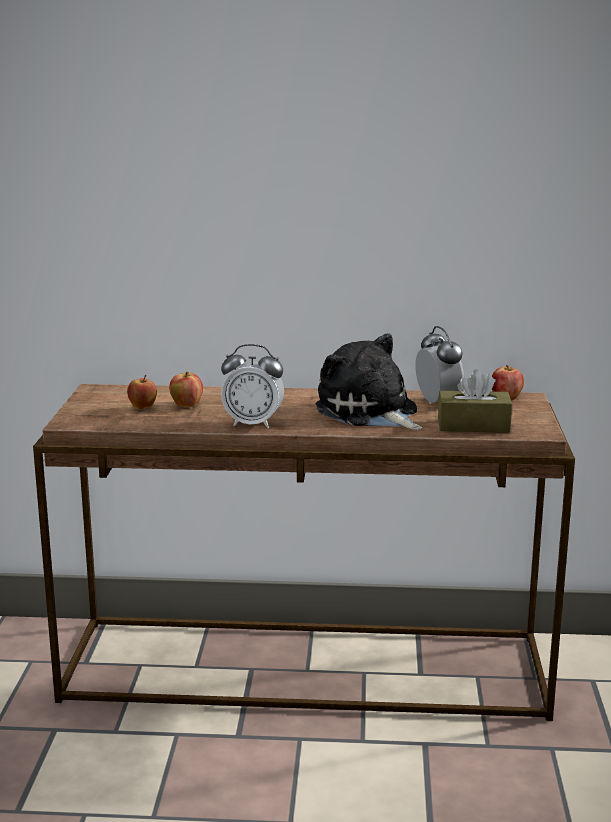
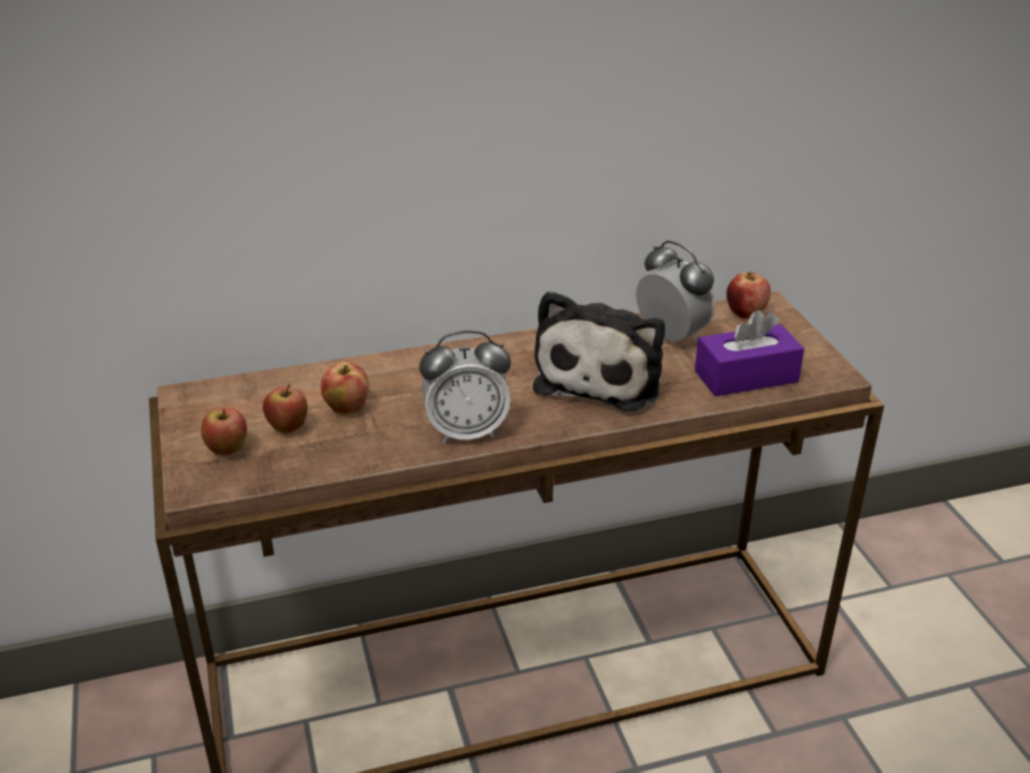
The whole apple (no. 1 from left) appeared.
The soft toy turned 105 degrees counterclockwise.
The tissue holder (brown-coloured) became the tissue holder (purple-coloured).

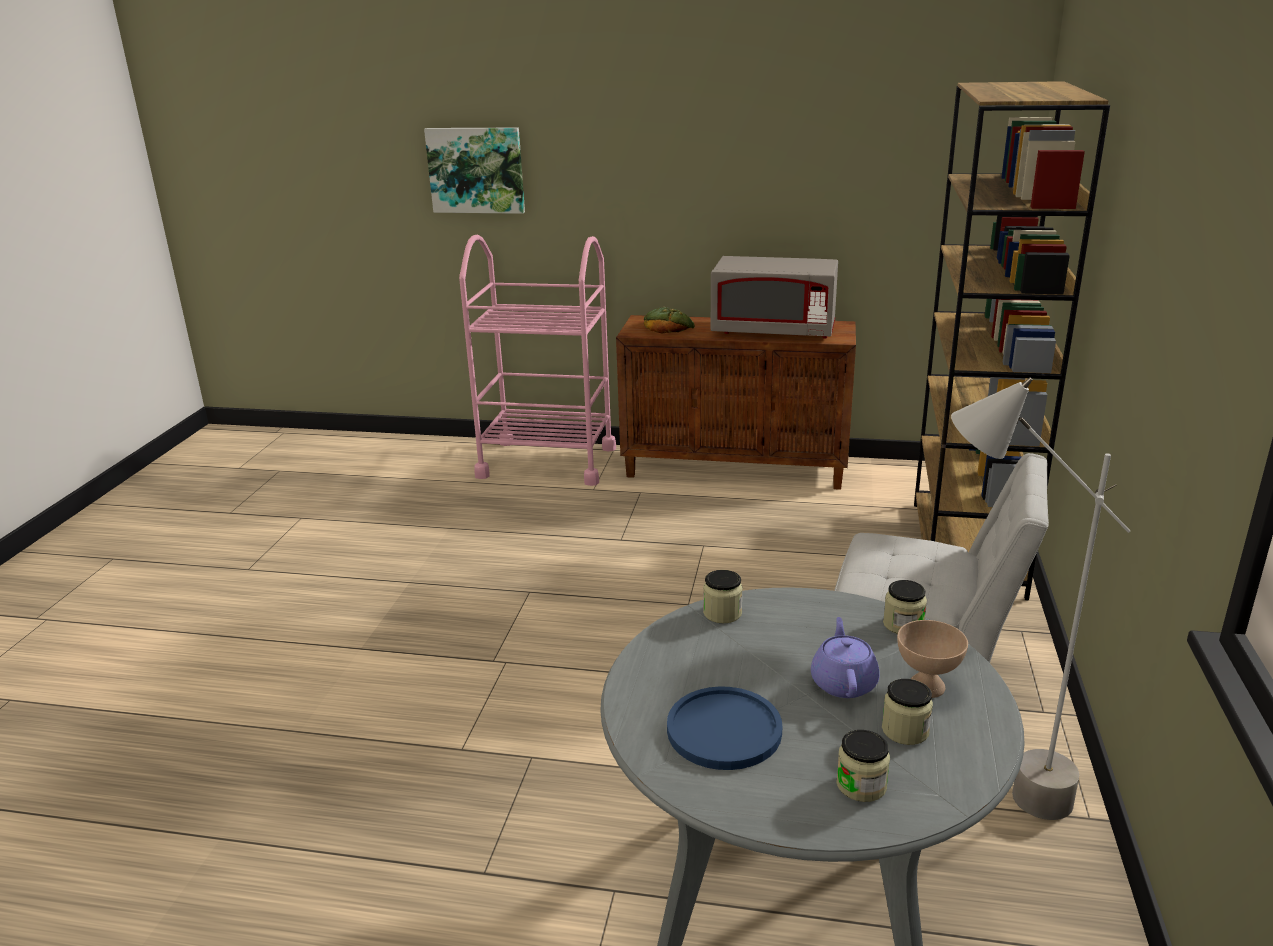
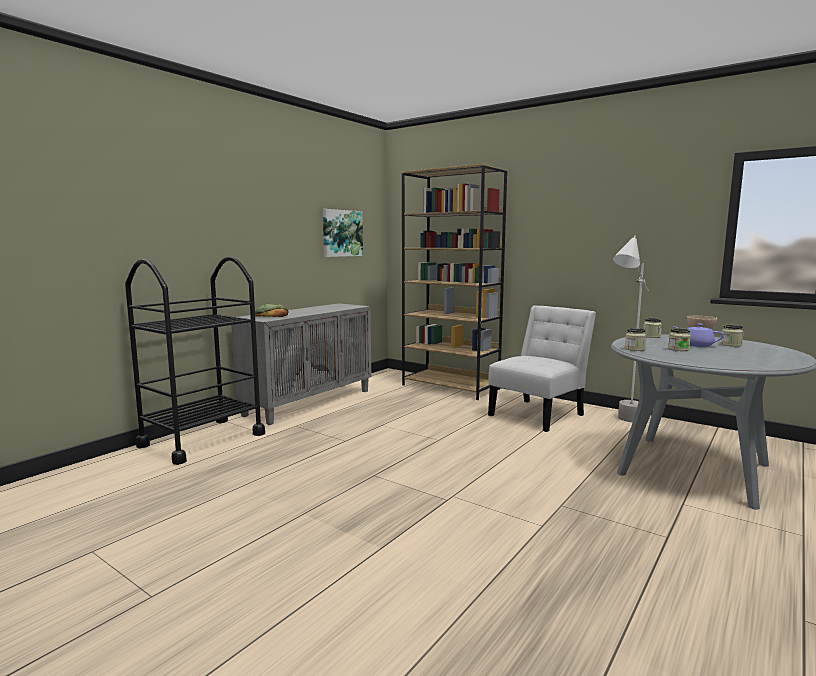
The wheeled cart (pinkish) became the wheeled cart (black-coloured).
The storage cabinet (brown-coloured) became the storage cabinet (greyish).
The picture moved.
The jar (no. 2 from left in the first image) moved.
The plate (blue-coloured) disappeared.
The microwave oven (greyish) disappeared.

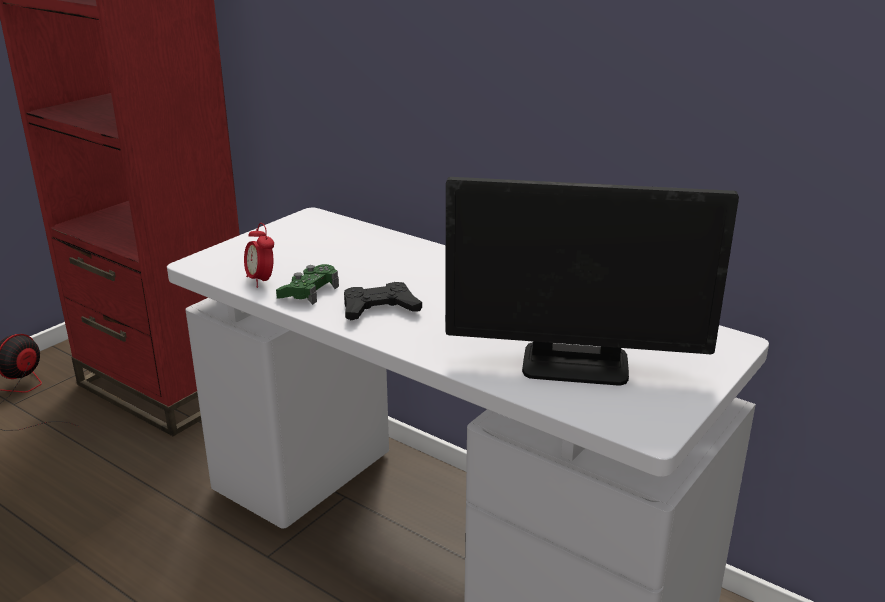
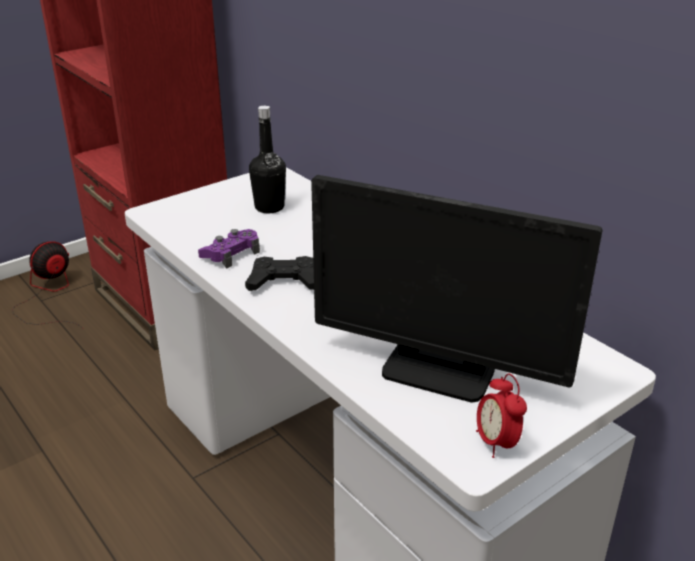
The joypad (green-coloured) became the joypad (purple-coloured).
The bottle (black-coloured) appeared.
The bedside clock moved.

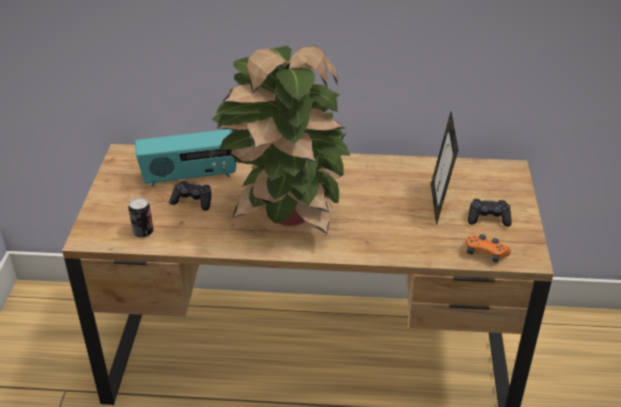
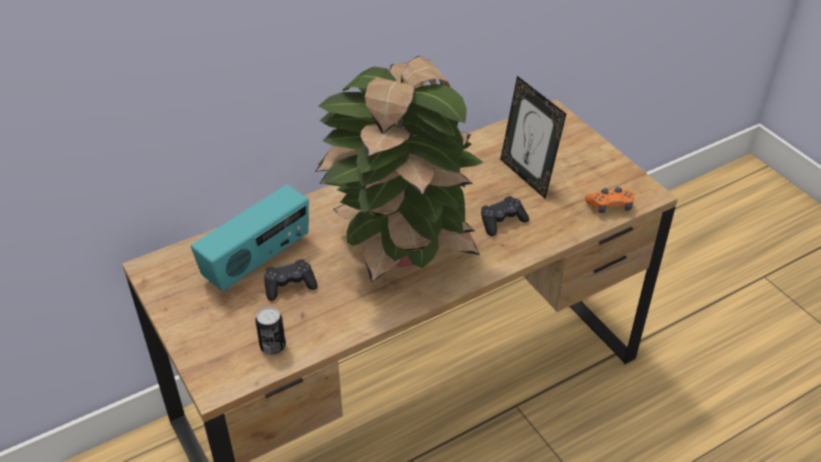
The joypad (black-coloured) (no. 2 from left) moved.

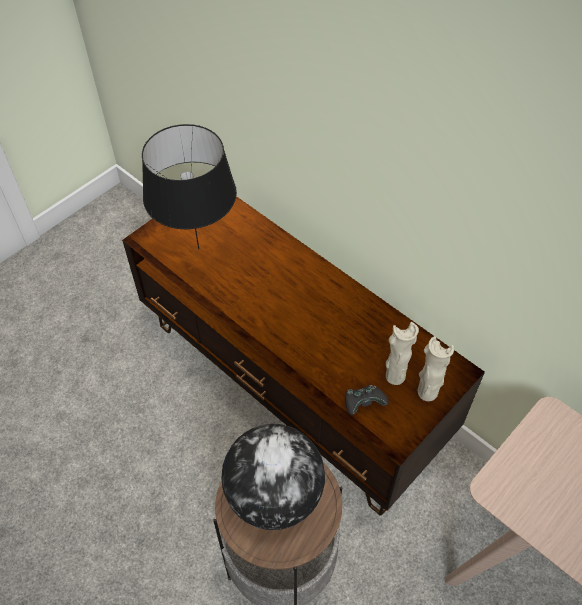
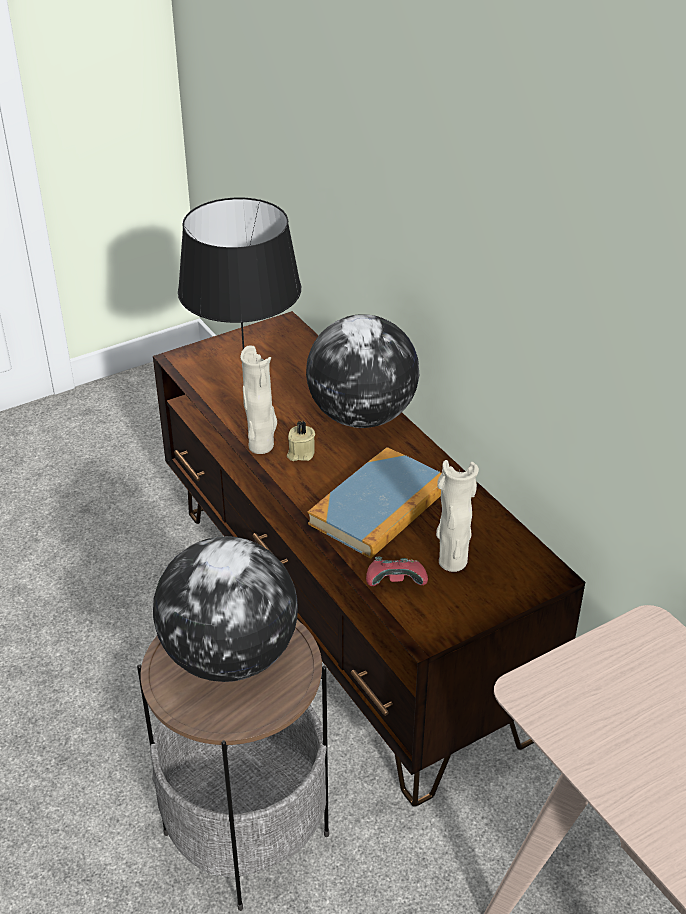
The flower vase (beige) (no. 2 from left in the first image) moved.
The wax light (beige) appeared.
The desk globe (no. 2 from left) appeared.
The bound book appeared.
The joypad (black-coloured) became the joypad (red-coloured).

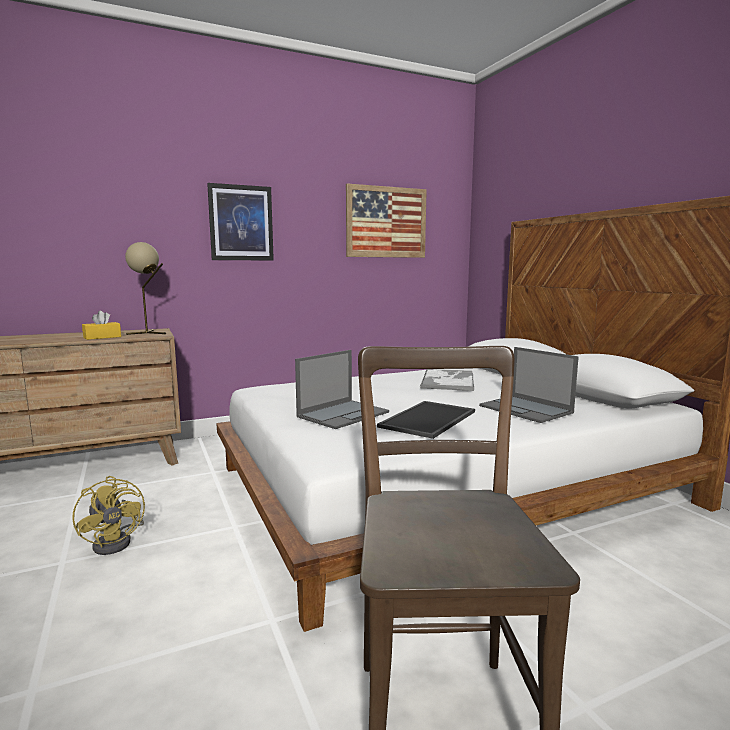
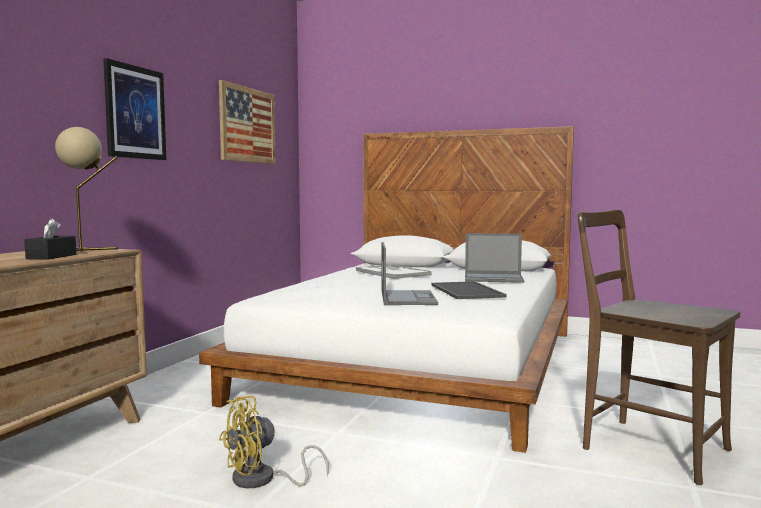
The tissue holder (yellow) became the tissue holder (black-coloured).
The fan (yellow) turned 135 degrees clockwise.

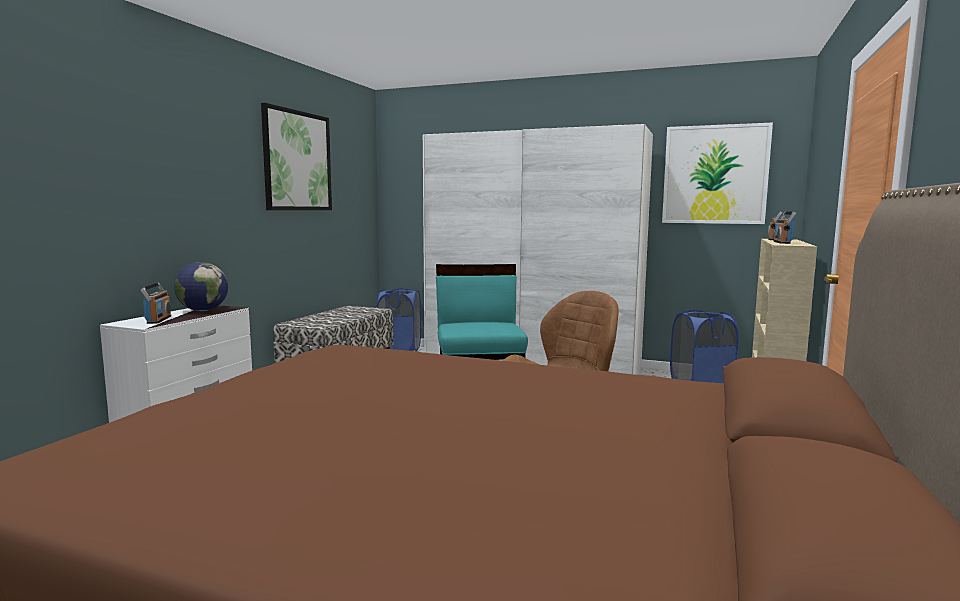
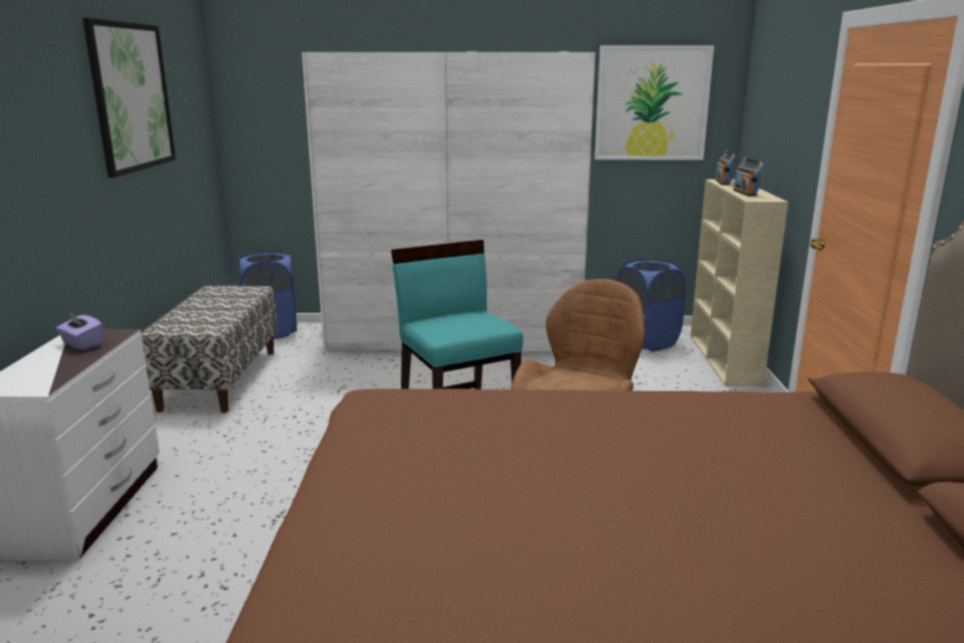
The desk globe was replaced by the tissue holder (purple-coloured).
The radio (no. 1 from left) disappeared.

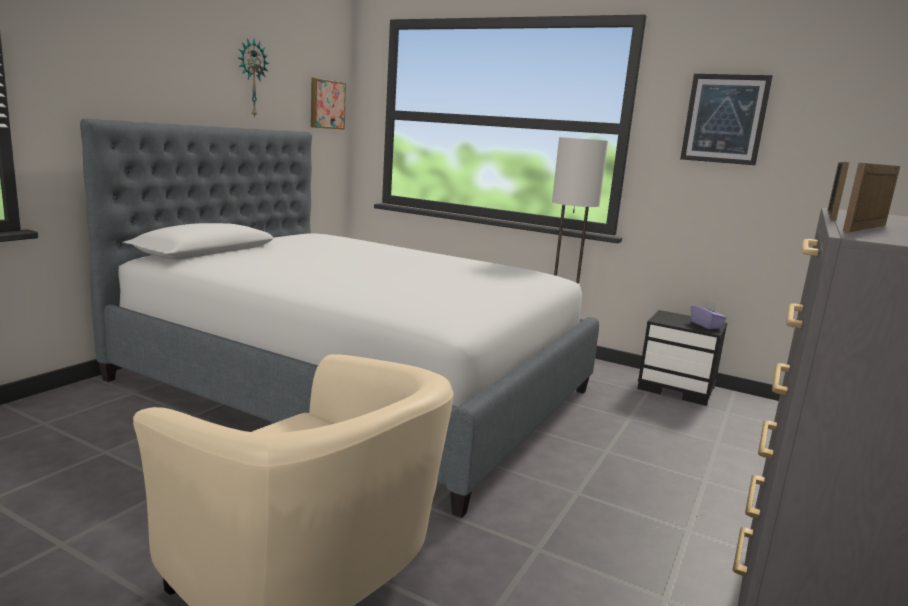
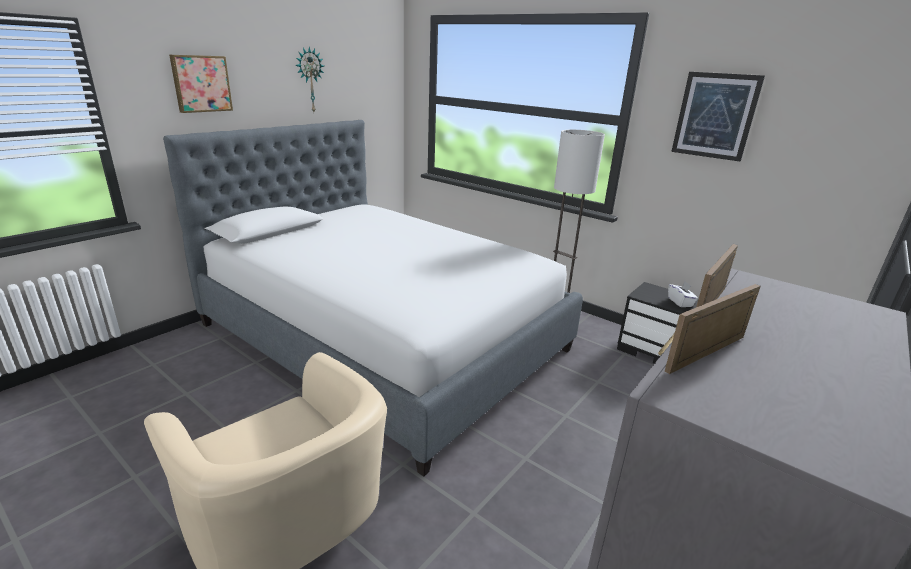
The picture (no. 1 from left) moved.
The tissue holder (purple-coloured) became the tissue holder (whitish).

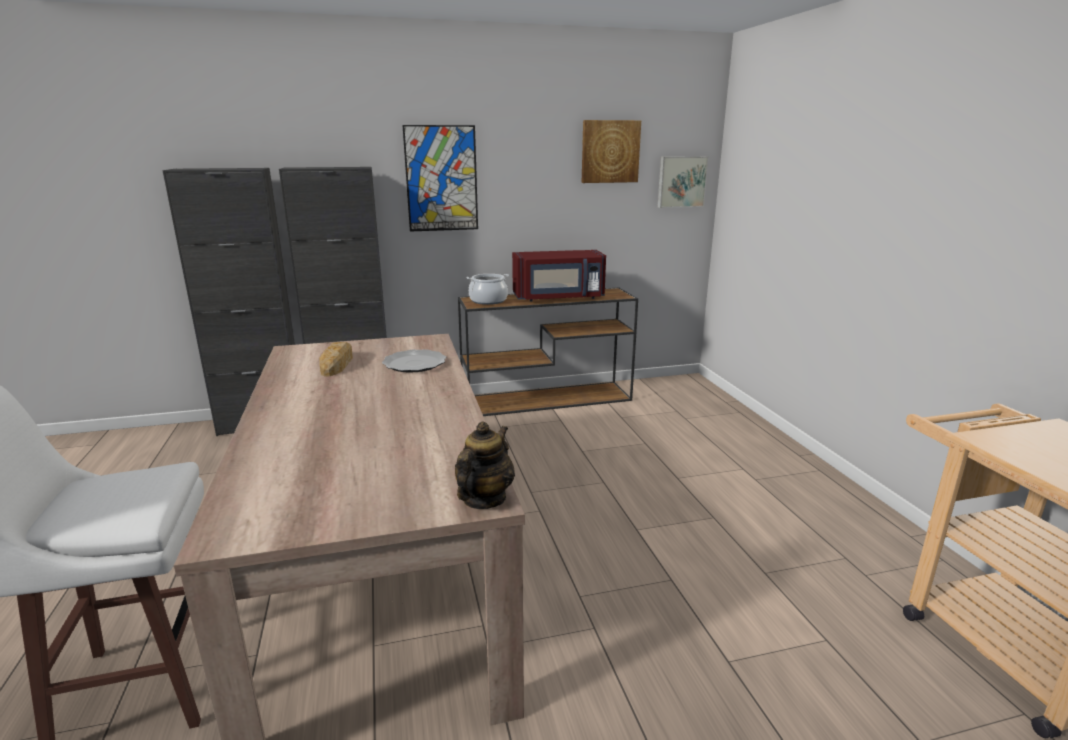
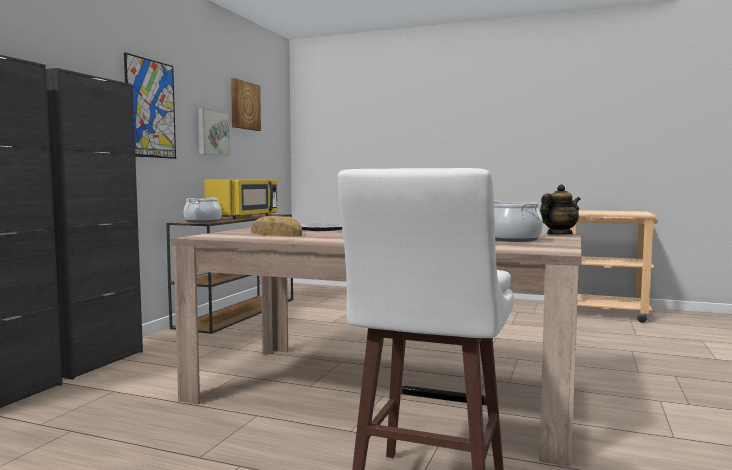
The picture (no. 3 from left in the first image) moved.
The microwave oven (red-coloured) became the microwave oven (yellow).
The cooking pot (no. 2 from left) appeared.
The tea pot turned 90 degrees clockwise.

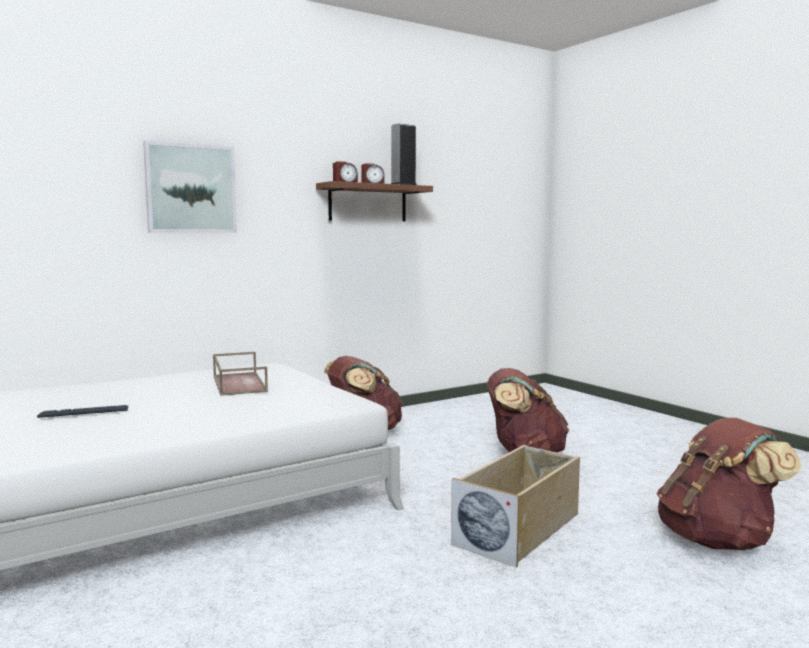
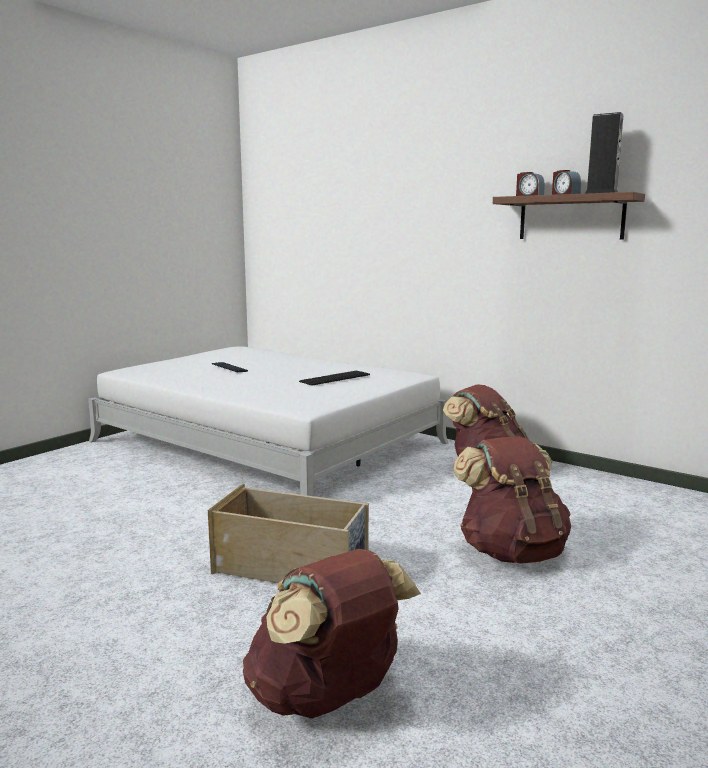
The tray (brown-coloured) was replaced by the computer keyboard (no. 2 from left).
The picture disappeared.

